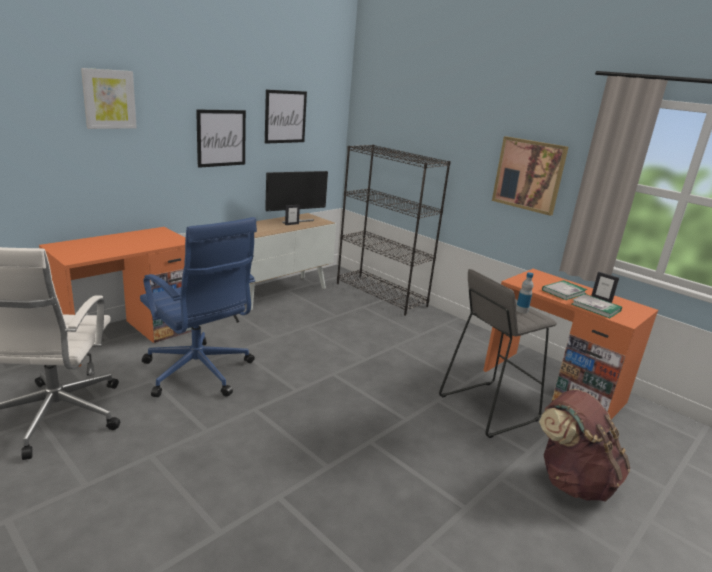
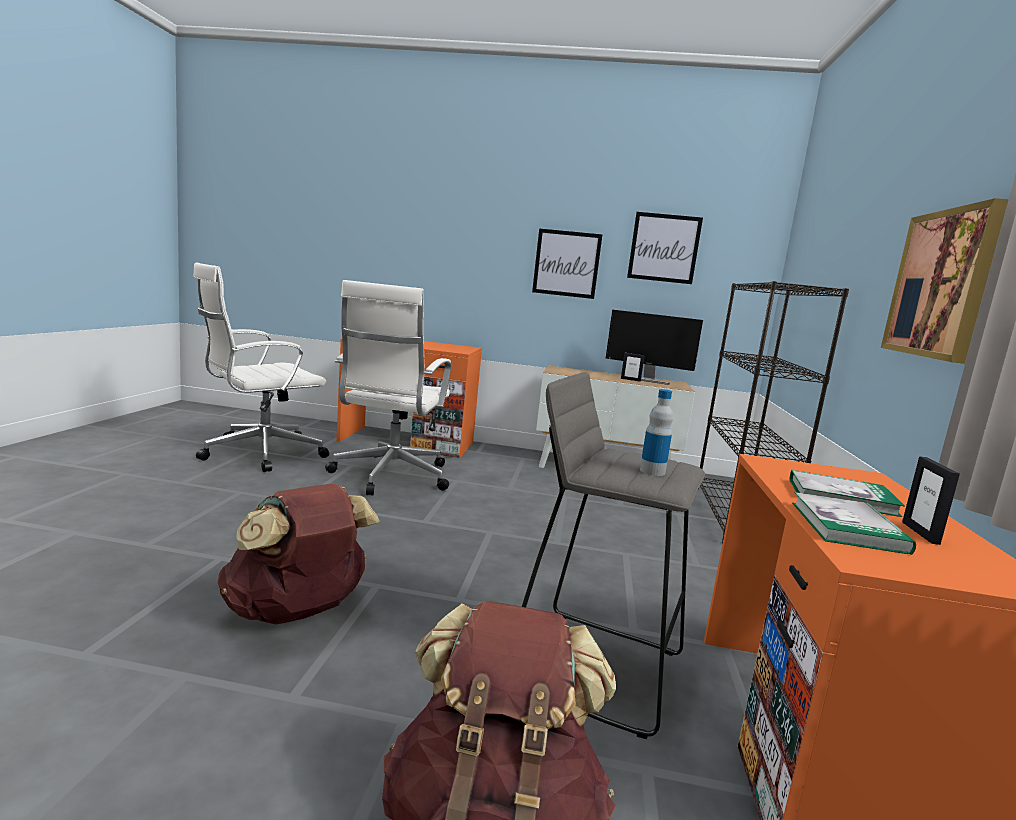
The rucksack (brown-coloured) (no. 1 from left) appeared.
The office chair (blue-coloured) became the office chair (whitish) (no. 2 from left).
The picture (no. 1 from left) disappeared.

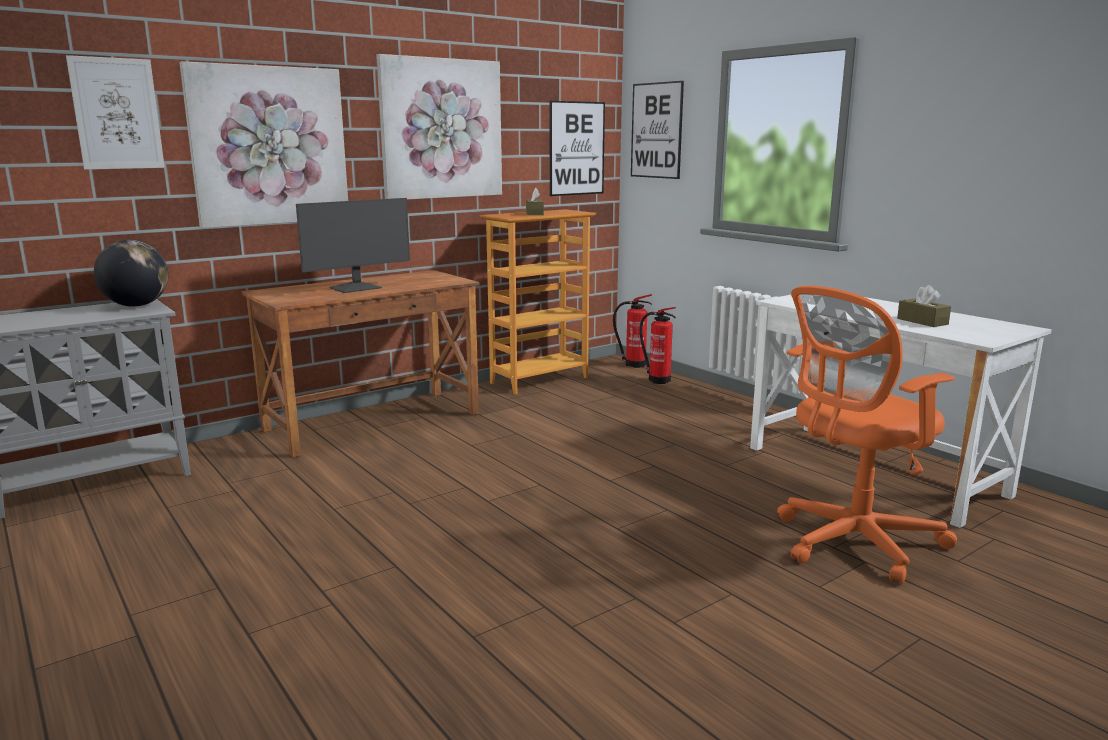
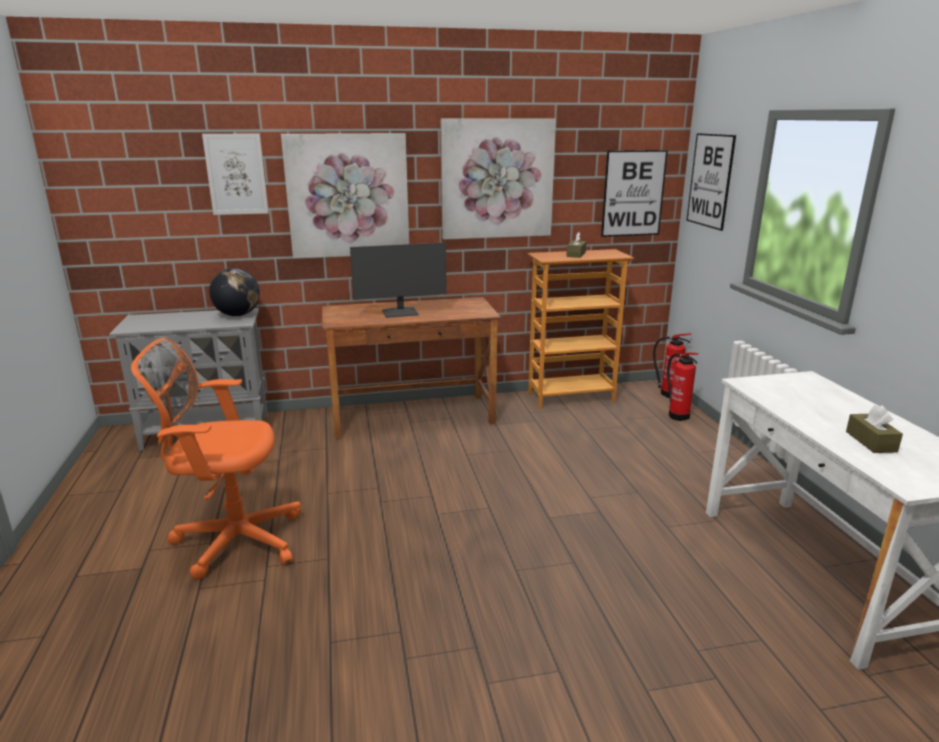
The office chair (orangey) moved.

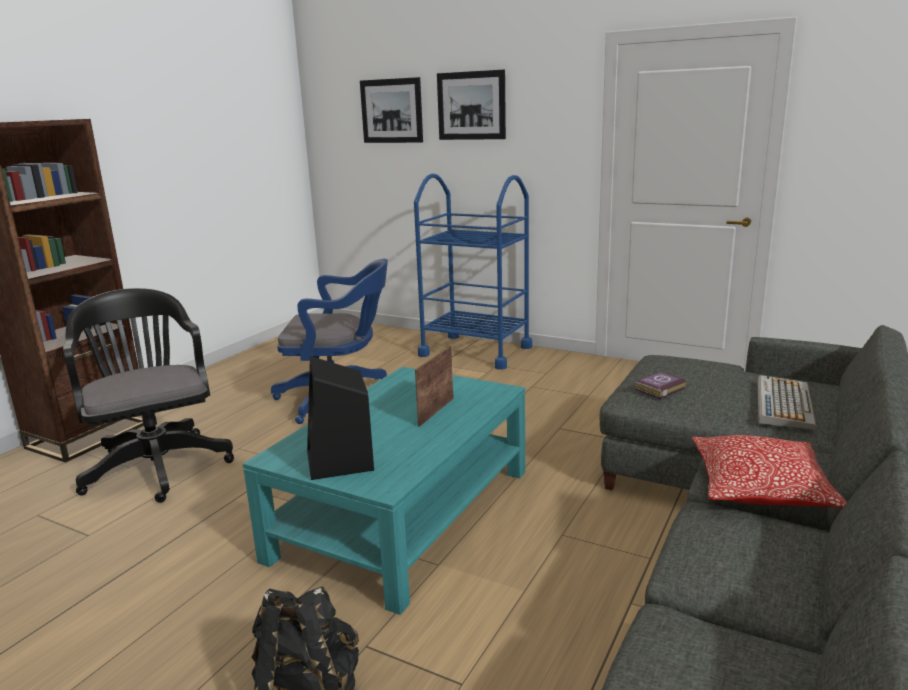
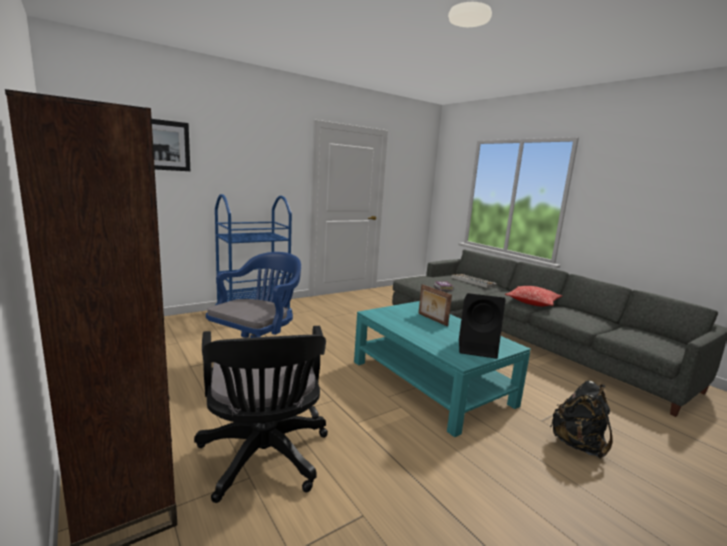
The office chair (black-coloured) turned 105 degrees counterclockwise.
The picture (no. 2 from left) disappeared.

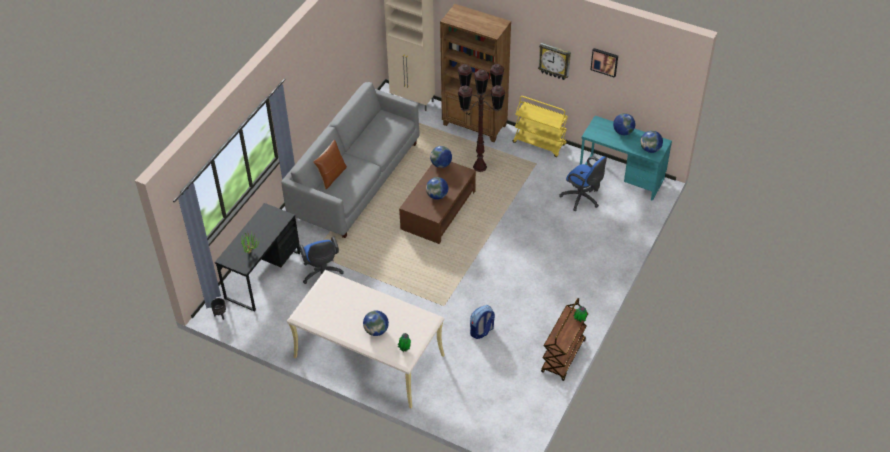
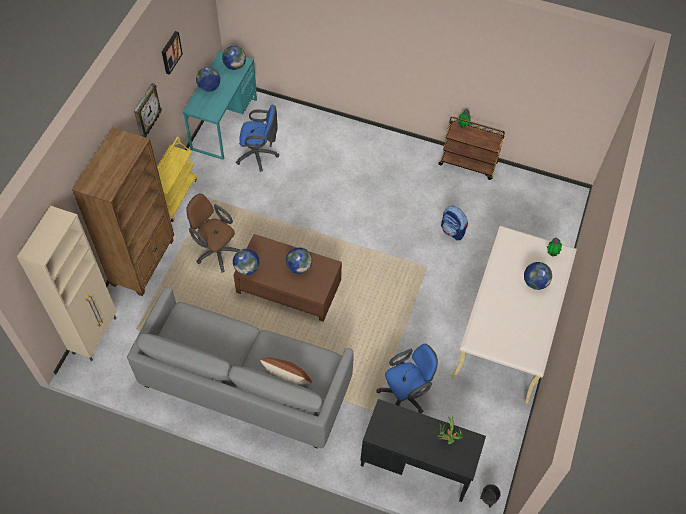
The floor lamp (brown-coloured) was replaced by the office chair (brown-coloured).
The office chair (blue-coloured) (no. 2 from left in the first image) turned 60 degrees clockwise.

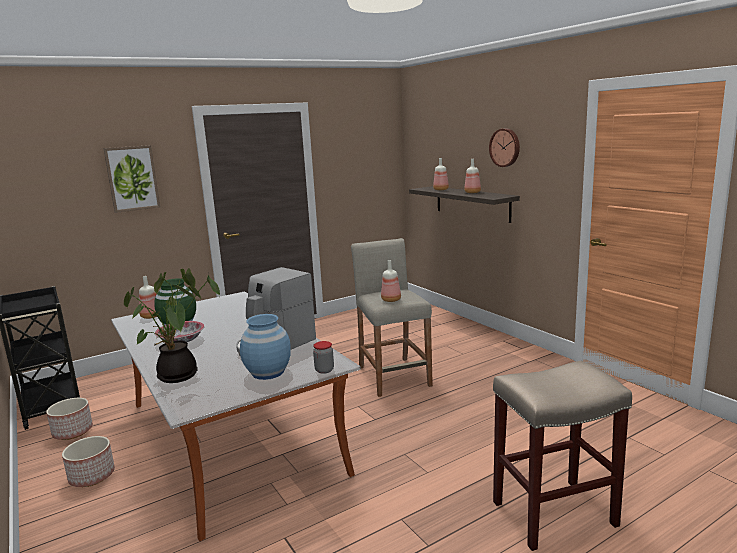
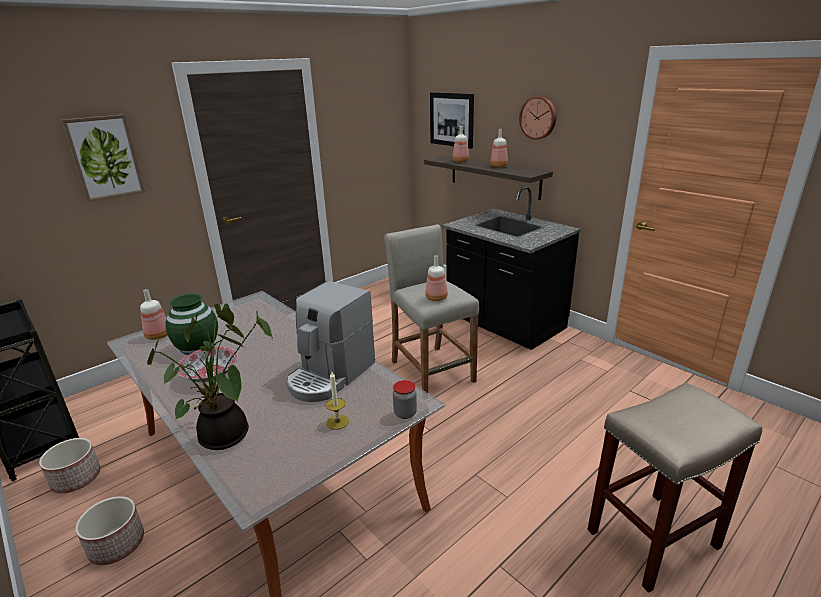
The flower vase (blue-coloured) was replaced by the wax light.
The picture (no. 2 from left) appeared.
The kitchen base unit (black-coloured) appeared.

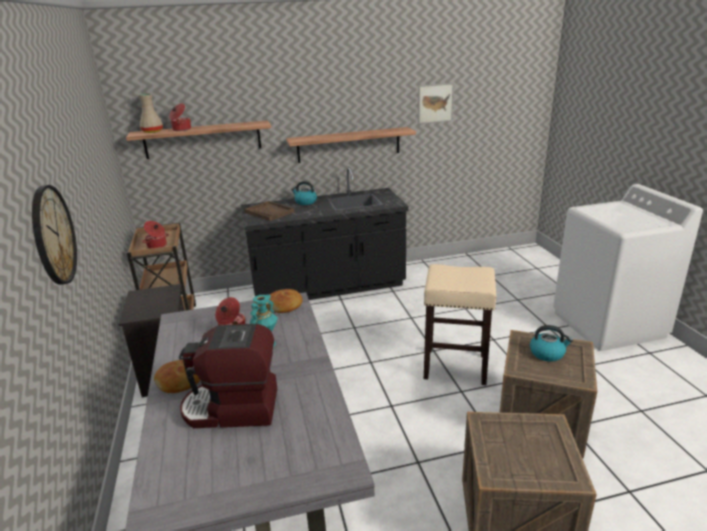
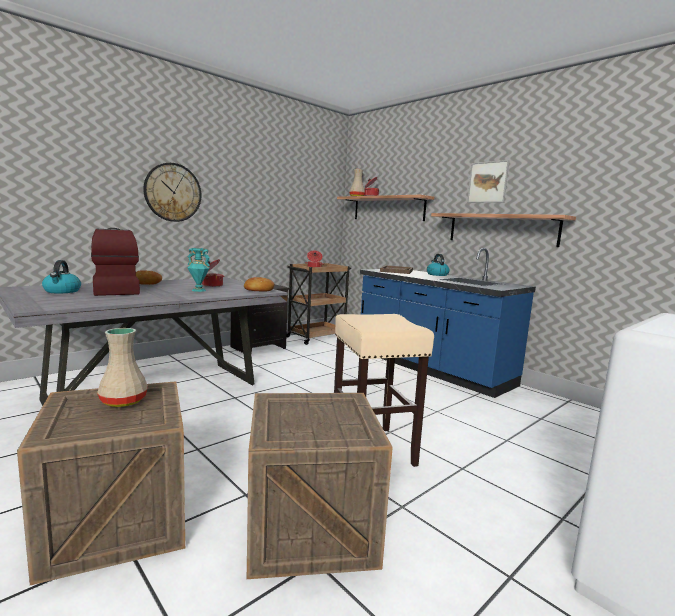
The kettle (no. 2 from left in the first image) moved.
The flower vase (beige) (no. 1 from left) appeared.
The kitchen base unit (black-coloured) became the kitchen base unit (blue-coloured).
The picture moved.

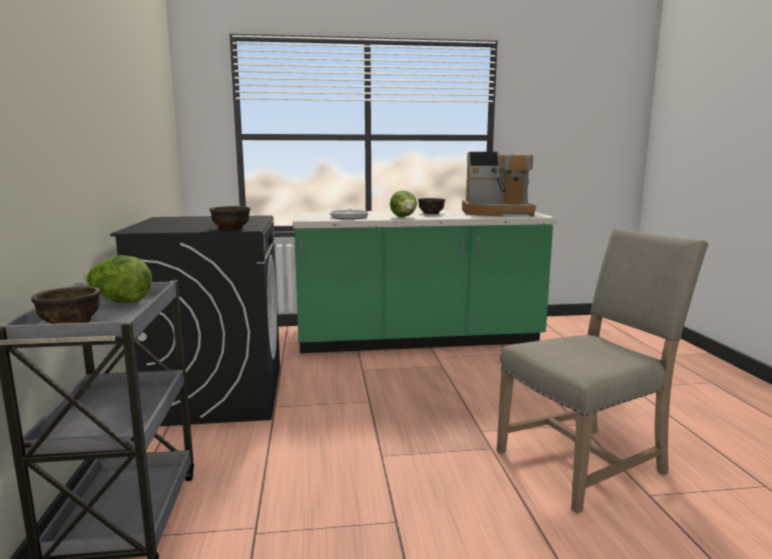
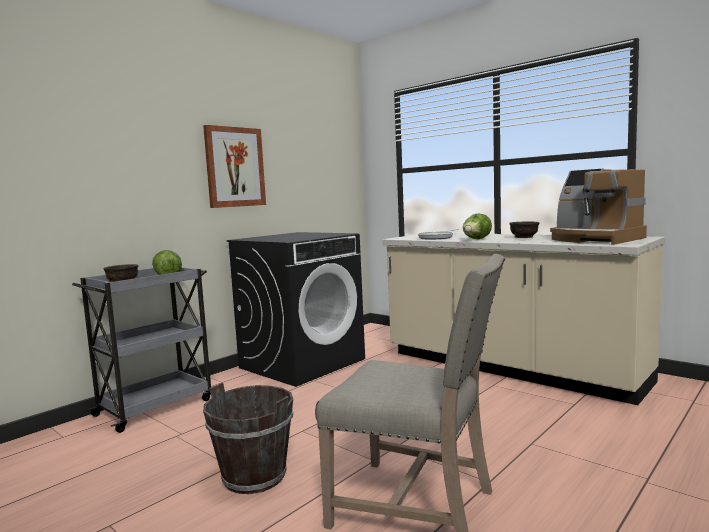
The picture appeared.
The bucket (brown-coloured) appeared.
The kitchen base unit (green-coloured) became the kitchen base unit (beige).
The deep dish (brown-coloured) (no. 2 from left) disappeared.

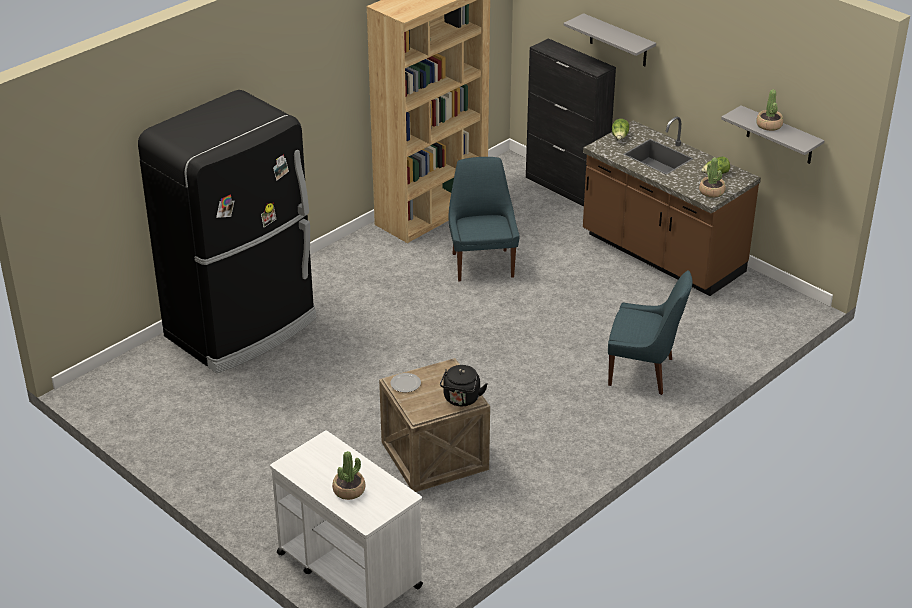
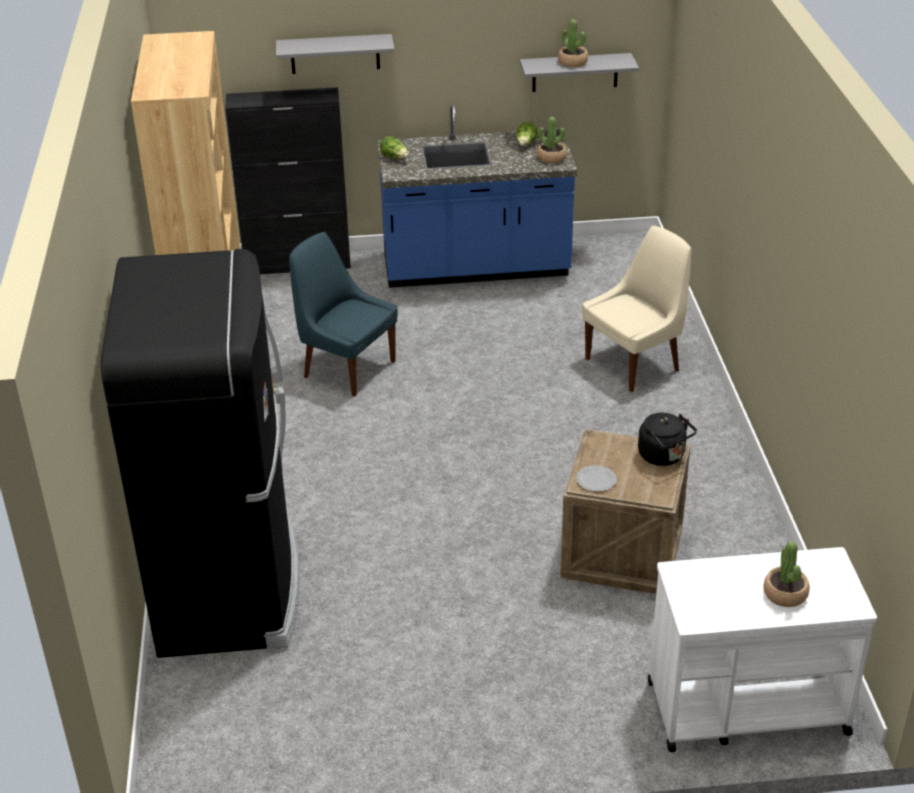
The kitchen base unit (brown-coloured) became the kitchen base unit (blue-coloured).
The upright chair (blue-coloured) (no. 2 from left) became the upright chair (beige).

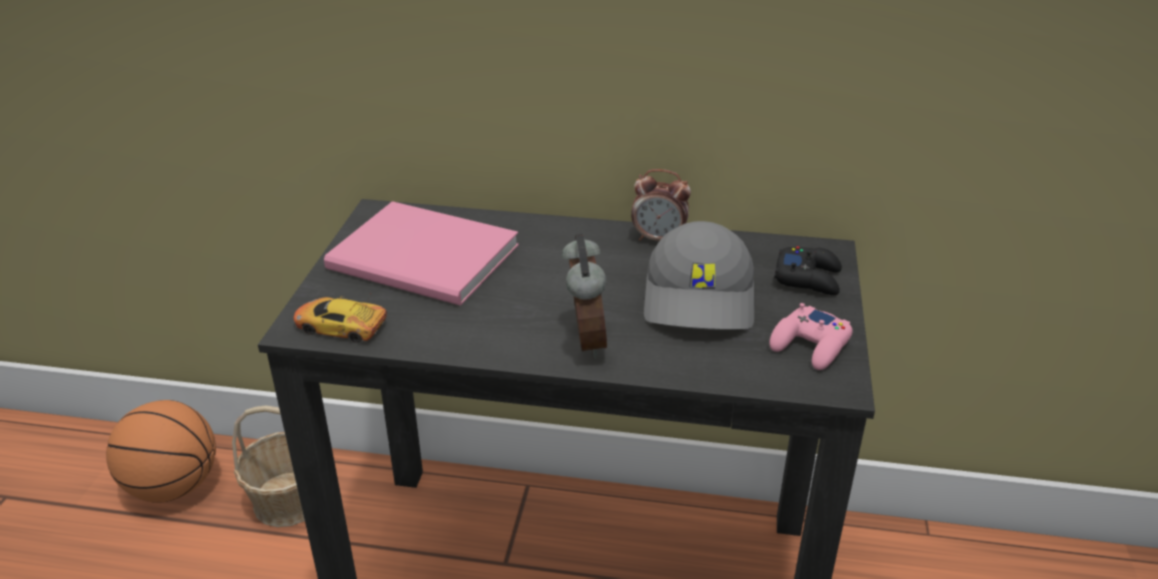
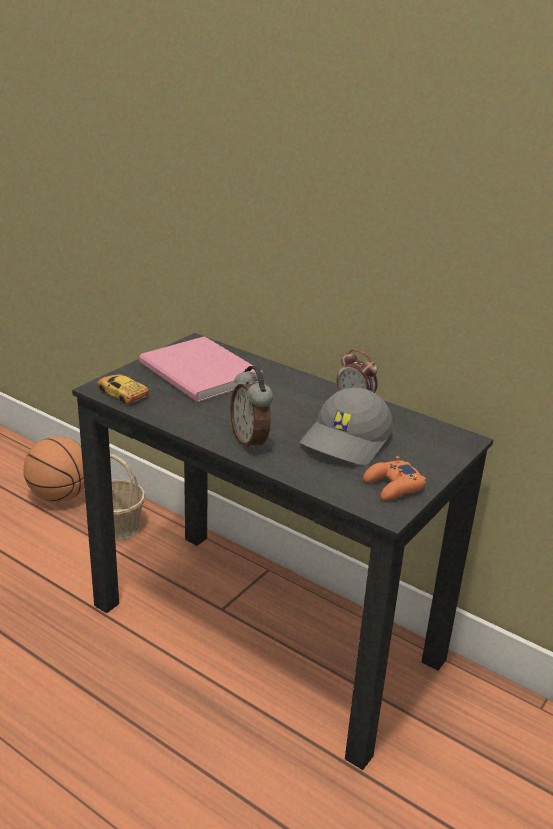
The bedside clock (no. 1 from left) turned 135 degrees clockwise.
The joypad (pinkish) became the joypad (orangey).
The joypad (black-coloured) disappeared.

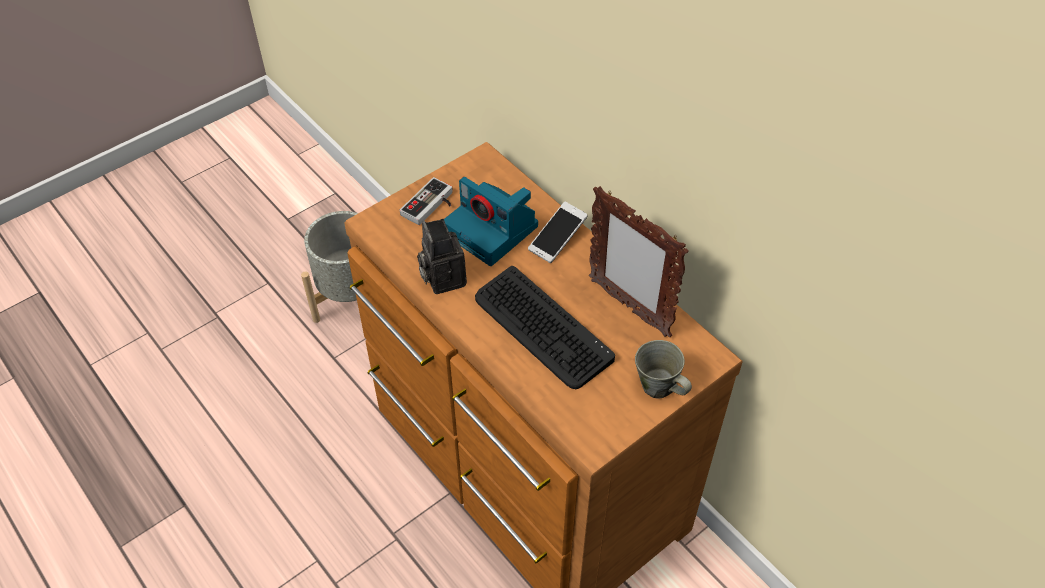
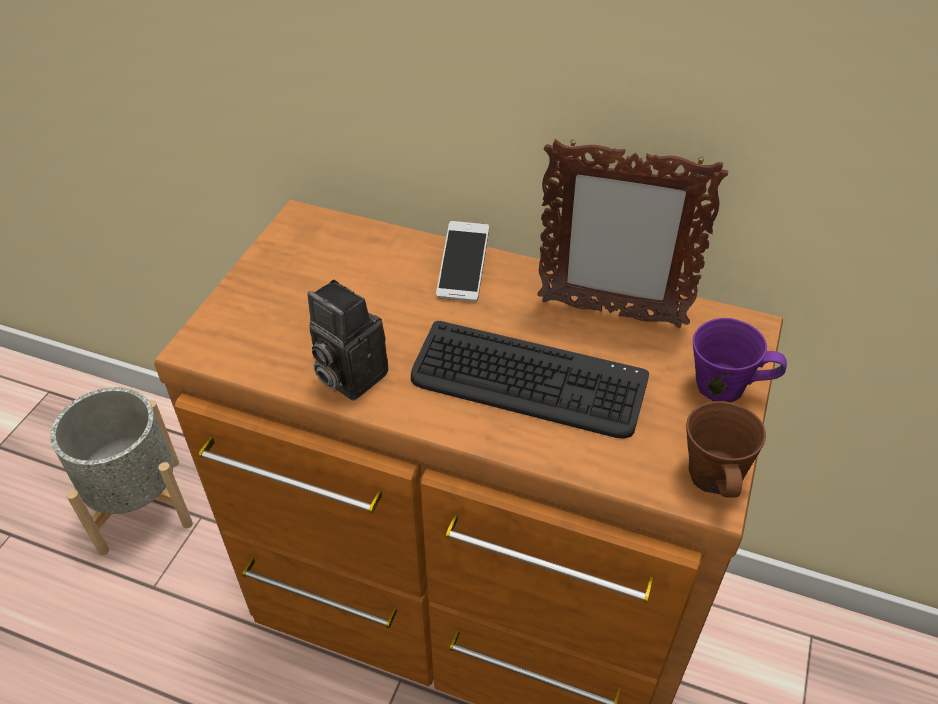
The tea mug (brown-coloured) appeared.
The tea mug (greyish) became the tea mug (purple-coloured).
The joypad disappeared.
The photo camera (no. 2 from left) disappeared.

